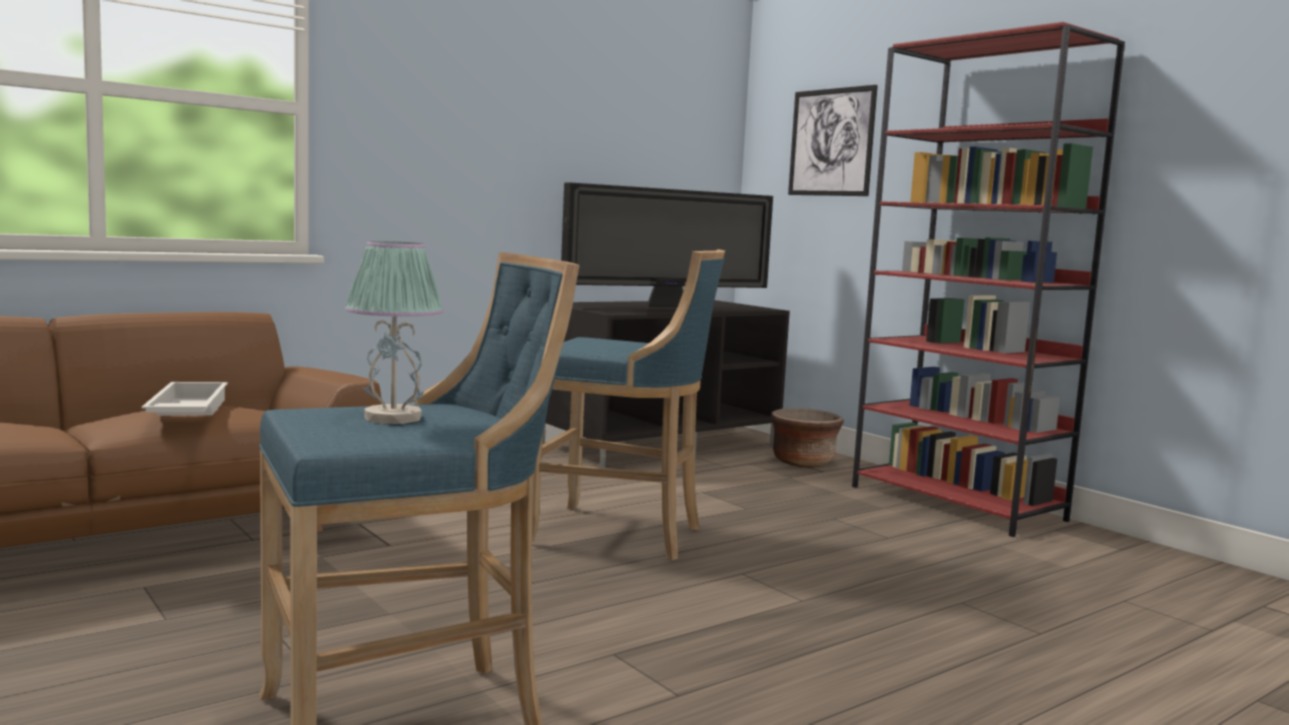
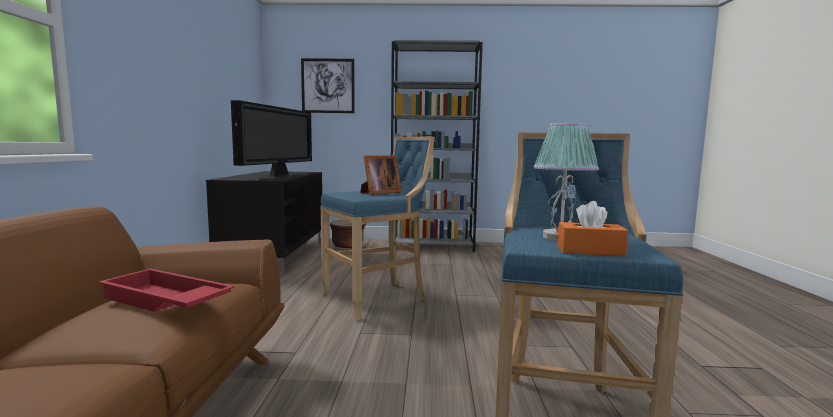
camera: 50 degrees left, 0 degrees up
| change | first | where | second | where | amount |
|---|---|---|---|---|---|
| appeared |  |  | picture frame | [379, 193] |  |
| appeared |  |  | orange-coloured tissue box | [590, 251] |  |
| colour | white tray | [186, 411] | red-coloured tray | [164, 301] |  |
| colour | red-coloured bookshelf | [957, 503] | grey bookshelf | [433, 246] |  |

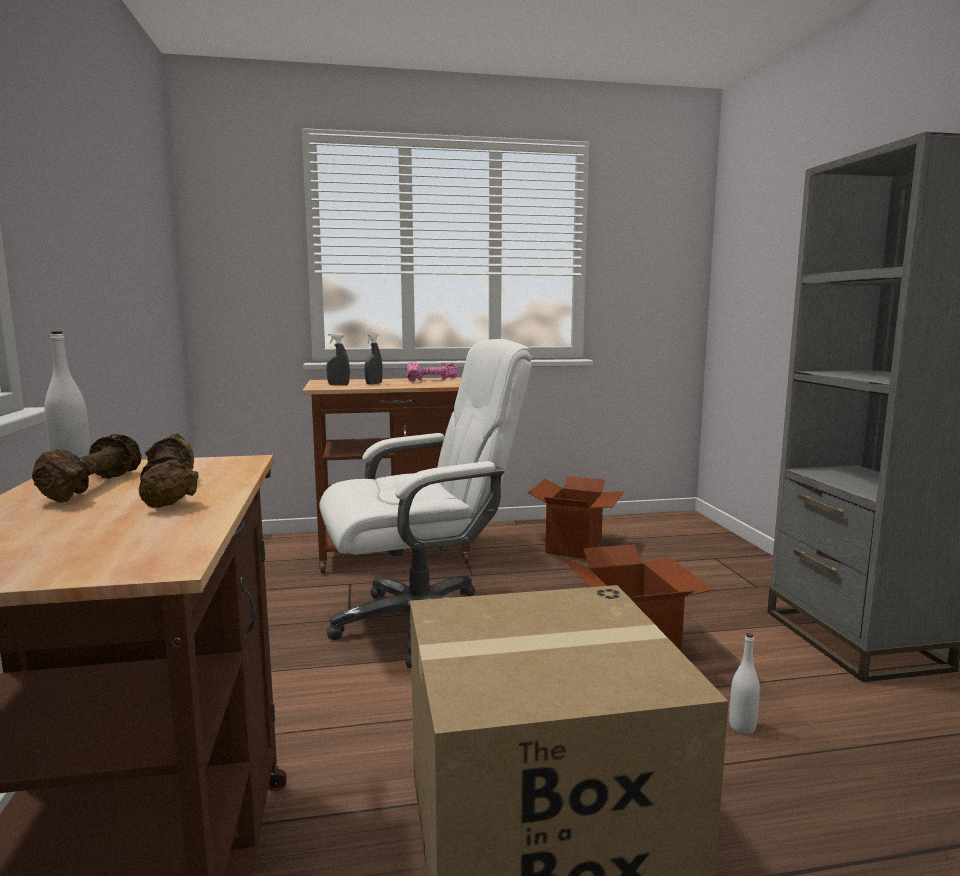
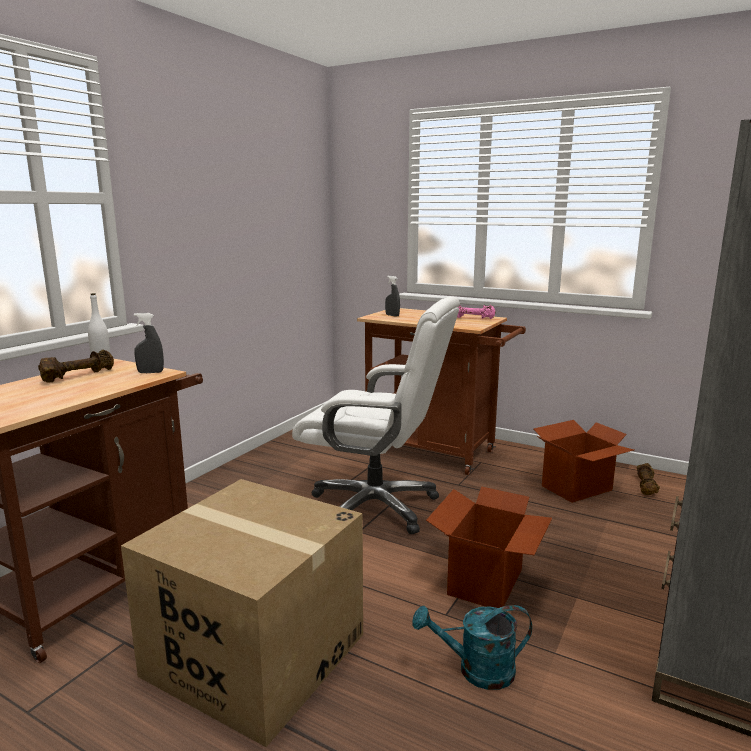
camera: 40 degrees right, 5 degrees up
| change | first | where | second | where | amount |
|---|---|---|---|---|---|
| relocated | brown free weight | [172, 492] |  | [646, 486] |  |
| relocated | grey hand sprayer | [374, 383] |  | [150, 372] |  |
| exchanged | white beverage bottle | [742, 727] | turquoise sprinkling can | [476, 670] |  |

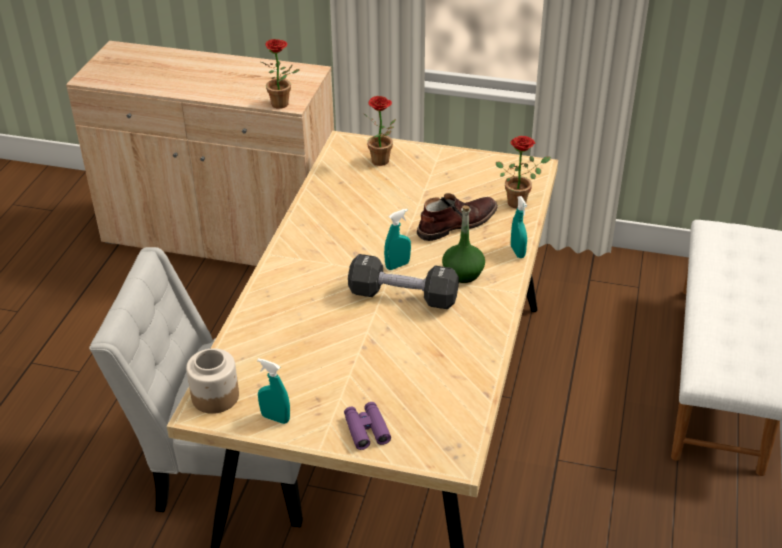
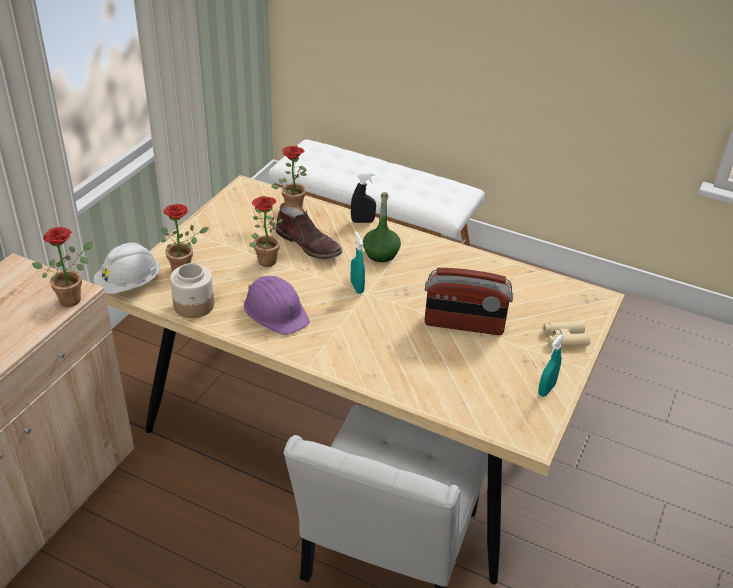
camera: 80 degrees left, 0 degrees up
| change | first | where | second | where | amount |
|---|---|---|---|---|---|
| missing | black free weight | [403, 296] |  |  |  |
| appeared |  |  | white safety helmet | [129, 285] |  |
| appeared |  |  | purple safety helmet | [276, 311] |  |
| appeared |  |  | plant in a pot | [264, 259] |  |
| appeared |  |  | radio receiver | [464, 324] |  |
| relocated | preserve jar | [215, 397] |  | [194, 305] |  |
| colour | purple binoculars | [366, 430] | sand-coloured binoculars | [564, 338] |  |
| colour | turquoise hand sprayer | [517, 252] | black hand sprayer | [362, 221] |  |
| spun | brown boot | [456, 224] |  | [309, 244] | 150 degrees clockwise |

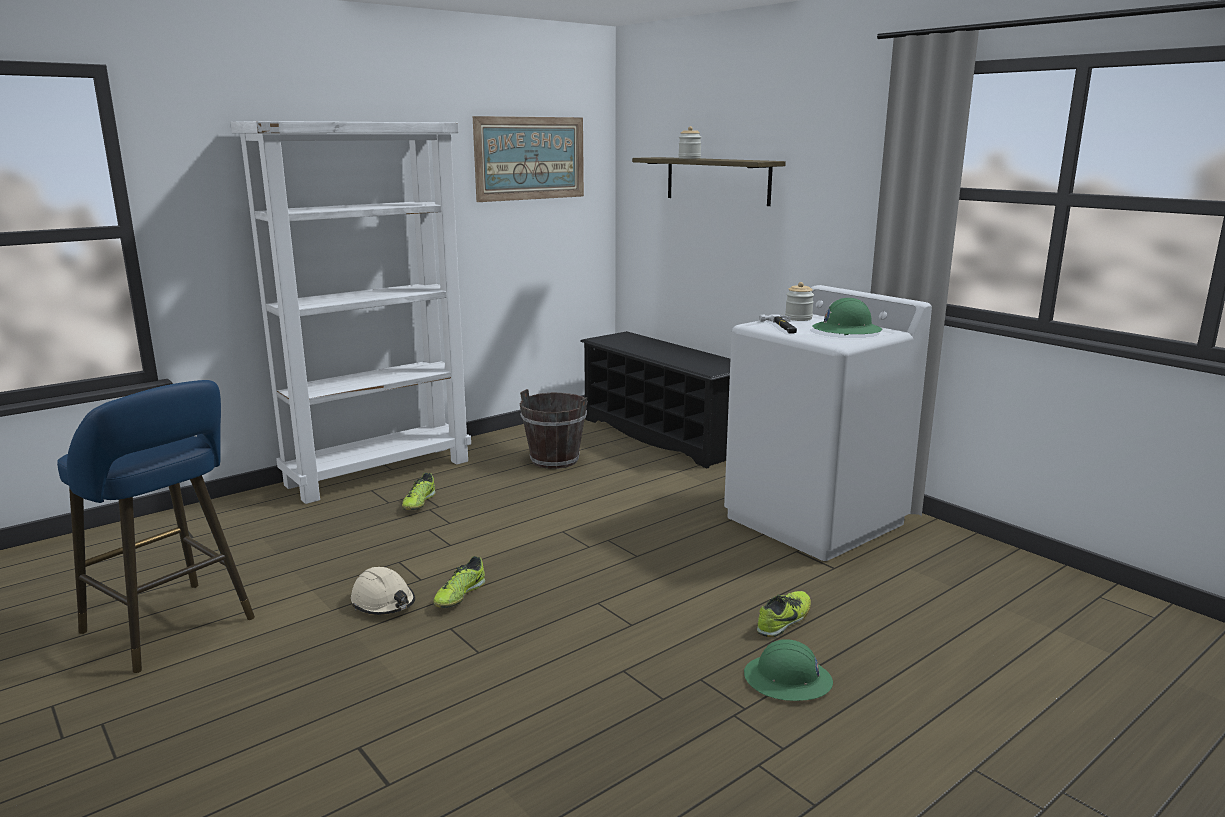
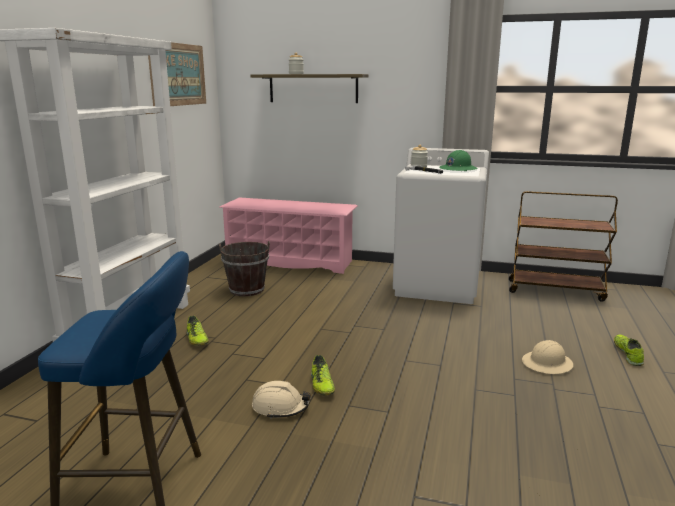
camera: 35 degrees left, 0 degrees up
| change | first | where | second | where | amount |
|---|---|---|---|---|---|
| appeared |  |  | brown trolley | [556, 290] |  |
| relocated | low shoe | [784, 620] |  | [628, 354] |  |
| colour | black shoe shelf | [663, 435] | pinkish shoe shelf | [290, 261] |  |
| colour | green-coloured safety helmet | [787, 680] | sand-coloured safety helmet | [547, 364] |  |

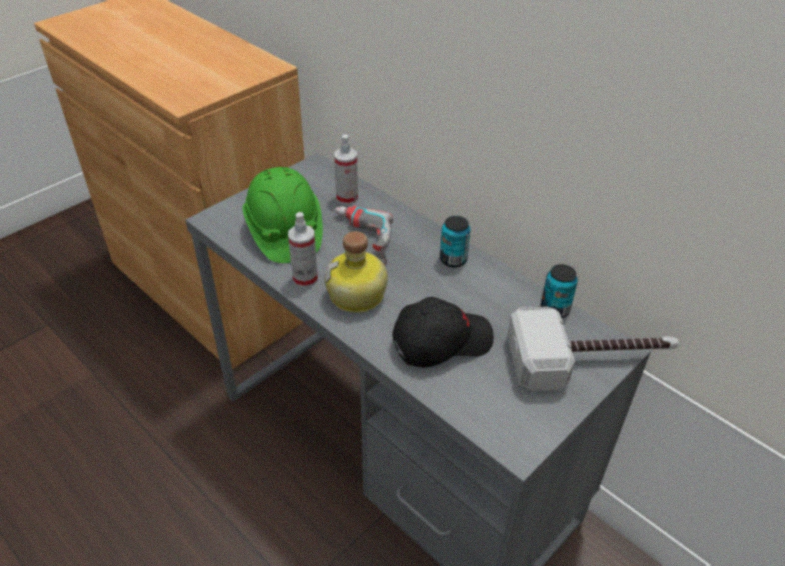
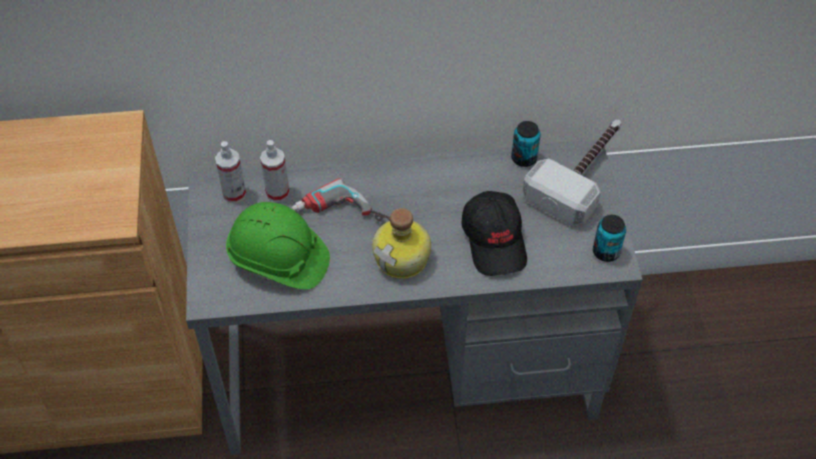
camera: 50 degrees left, 10 degrees up
| change | first | where | second | where | amount |
|---|---|---|---|---|---|
| relocated | hand sprayer | [305, 279] |  | [234, 193] |  |
| relocated | sealed can | [453, 259] |  | [606, 252] |  |
| spun | black cap | [441, 341] |  | [495, 241] | 150 degrees clockwise |

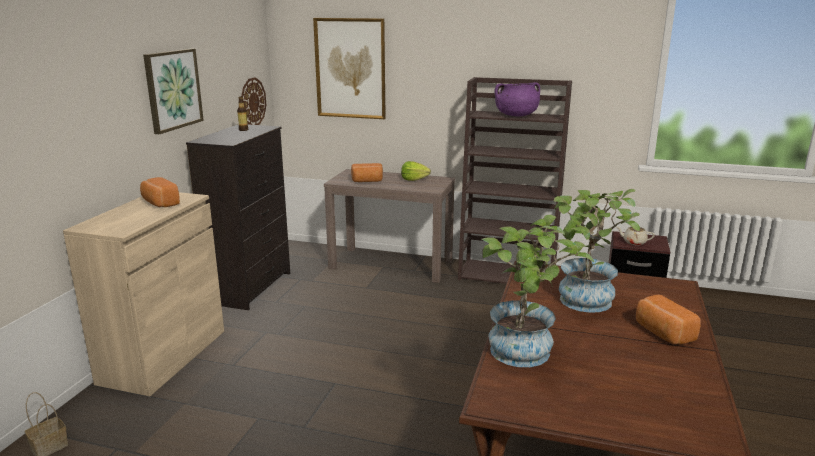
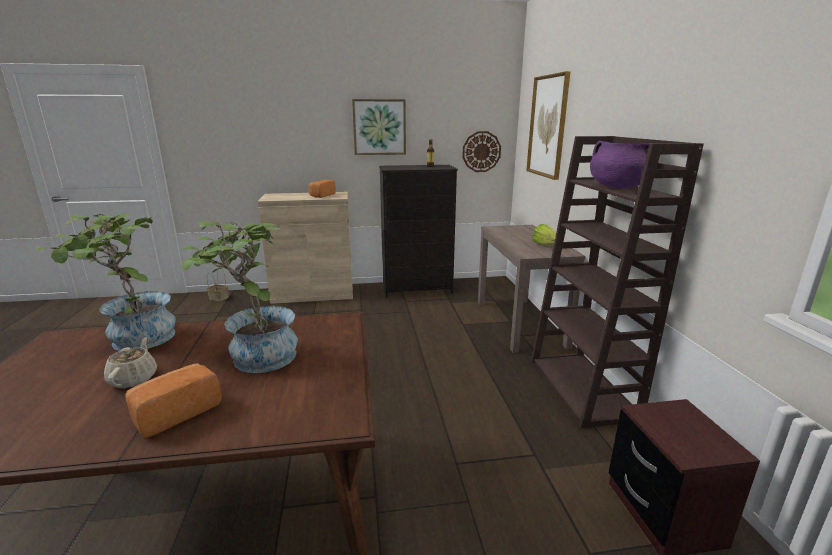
camera: 65 degrees right, 0 degrees up
| change | first | where | second | where | amount |
|---|---|---|---|---|---|
| missing | bread | [367, 181] |  |  |  |
| relocated | sand-coloured pot for tea | [634, 242] |  | [134, 379] |  |

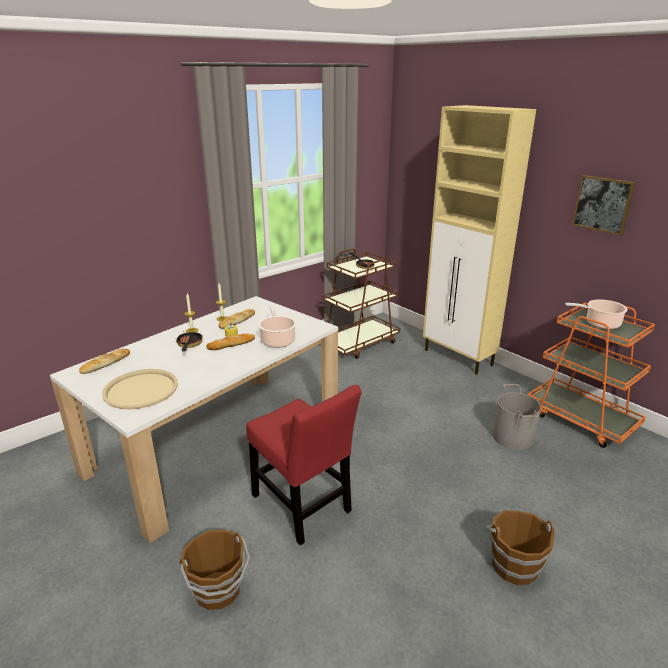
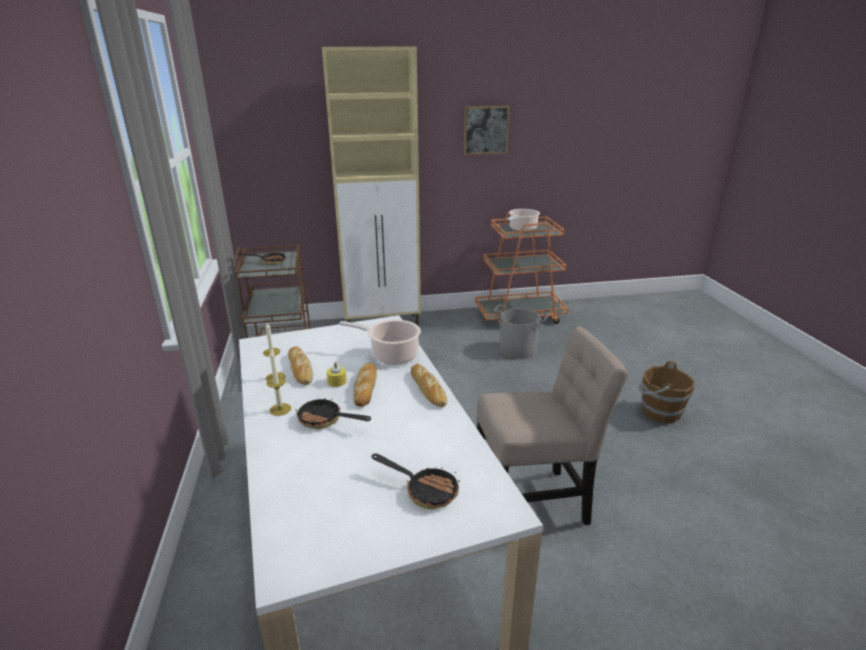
camera: 60 degrees left, 0 degrees up
| change | first | where | second | where | amount |
|---|---|---|---|---|---|
| missing | brown pail | [218, 590] |  |  |  |
| relocated | bread | [105, 364] |  | [428, 389] |  |
| exchanged | sand-coloured tray | [141, 390] | pan | [425, 490] |  |
| colour | red-coloured chair | [303, 507] | sand-coloured chair | [534, 502] |  |

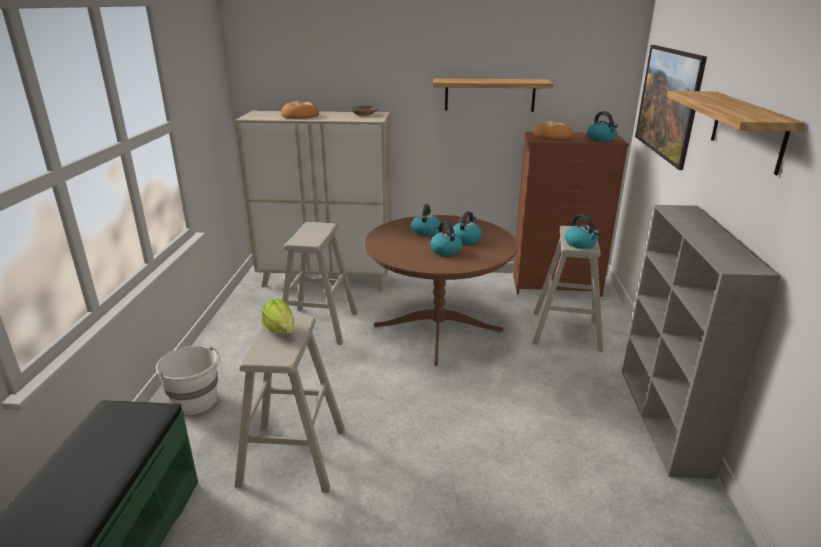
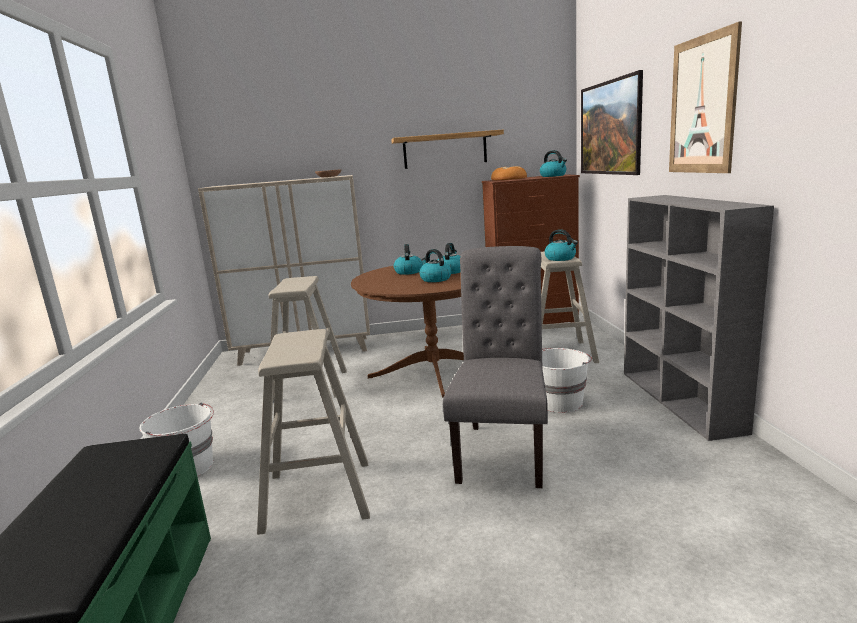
camera: 10 degrees left, 10 degrees down
| change | first | where | second | where | amount |
|---|---|---|---|---|---|
| missing | lettuce | [280, 330] |  |  |  |
| missing | bread | [300, 115] |  |  |  |
| appeared |  |  | grey chair | [503, 449] |  |
| appeared |  |  | white pail | [560, 402] |  |
| exchanged | bracket shelf | [747, 130] | picture | [702, 105] |  |

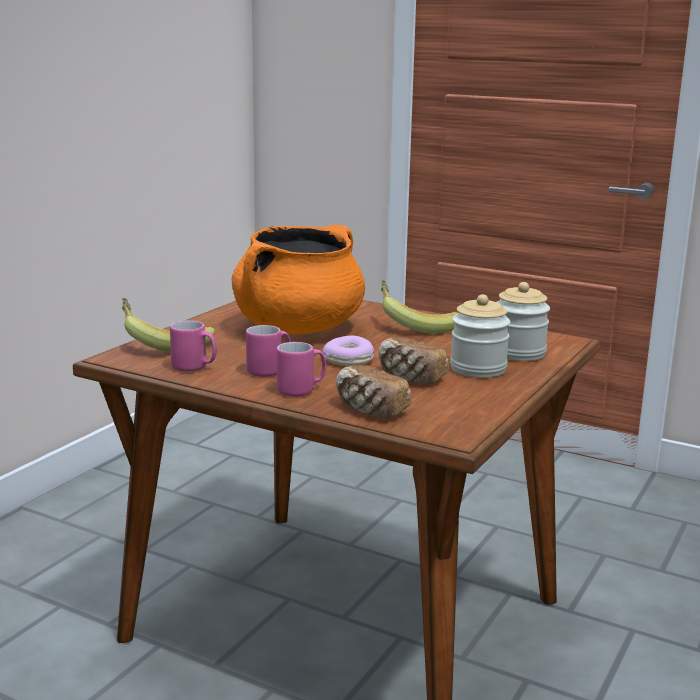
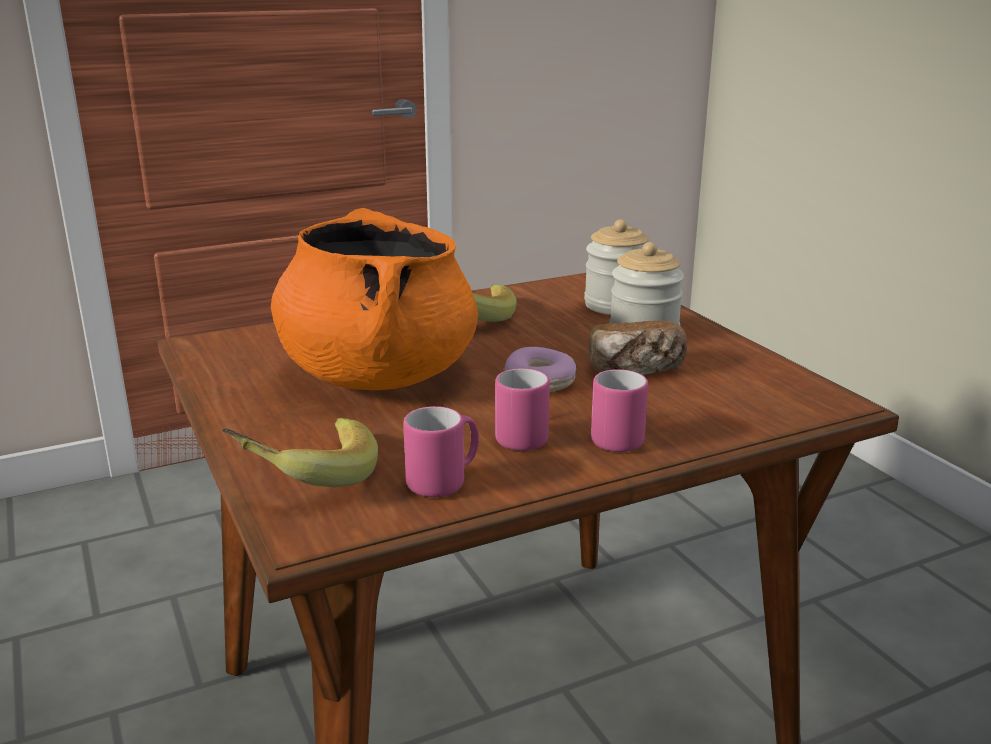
camera: 55 degrees left, 5 degrees up
| change | first | where | second | where | amount |
|---|---|---|---|---|---|
| missing | bread | [370, 409] |  |  |  |

